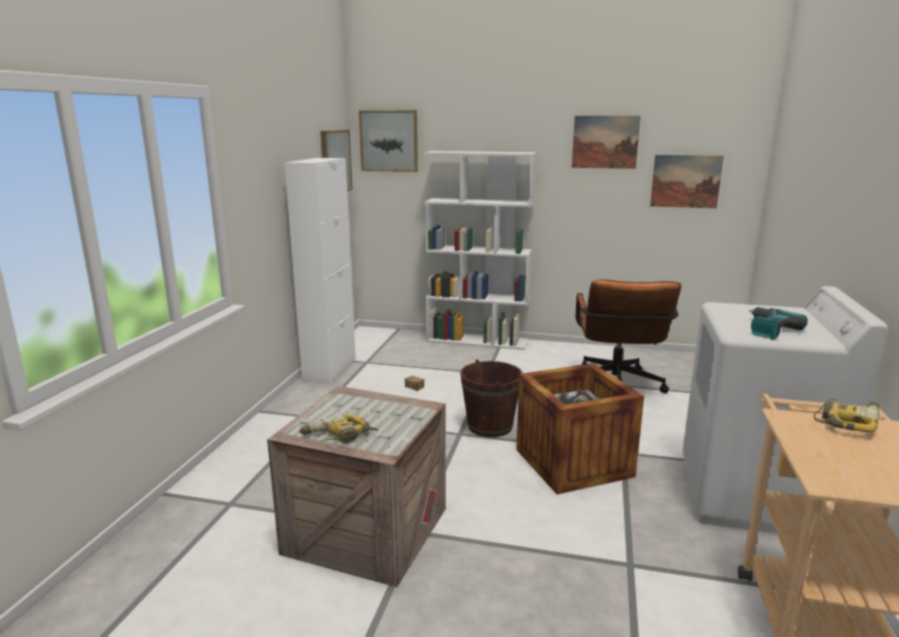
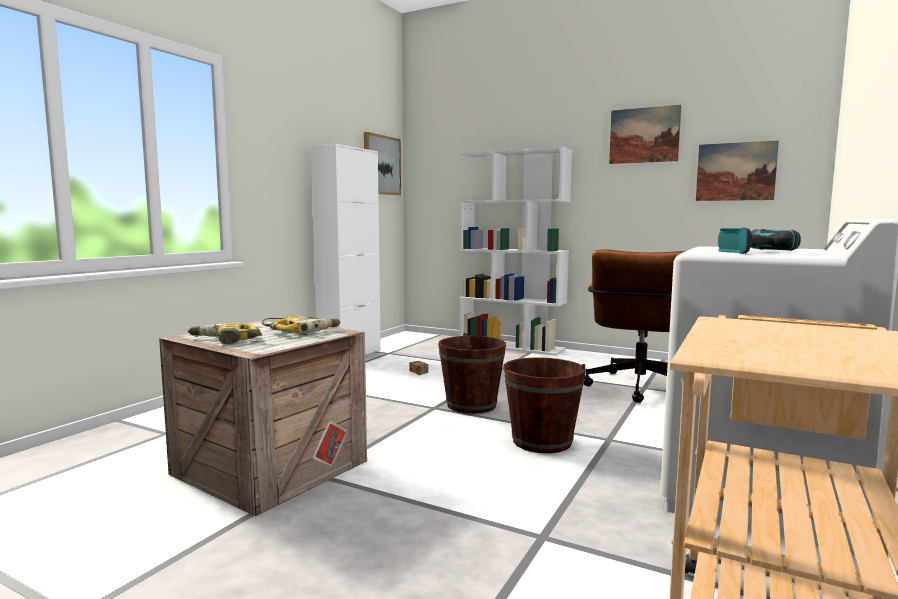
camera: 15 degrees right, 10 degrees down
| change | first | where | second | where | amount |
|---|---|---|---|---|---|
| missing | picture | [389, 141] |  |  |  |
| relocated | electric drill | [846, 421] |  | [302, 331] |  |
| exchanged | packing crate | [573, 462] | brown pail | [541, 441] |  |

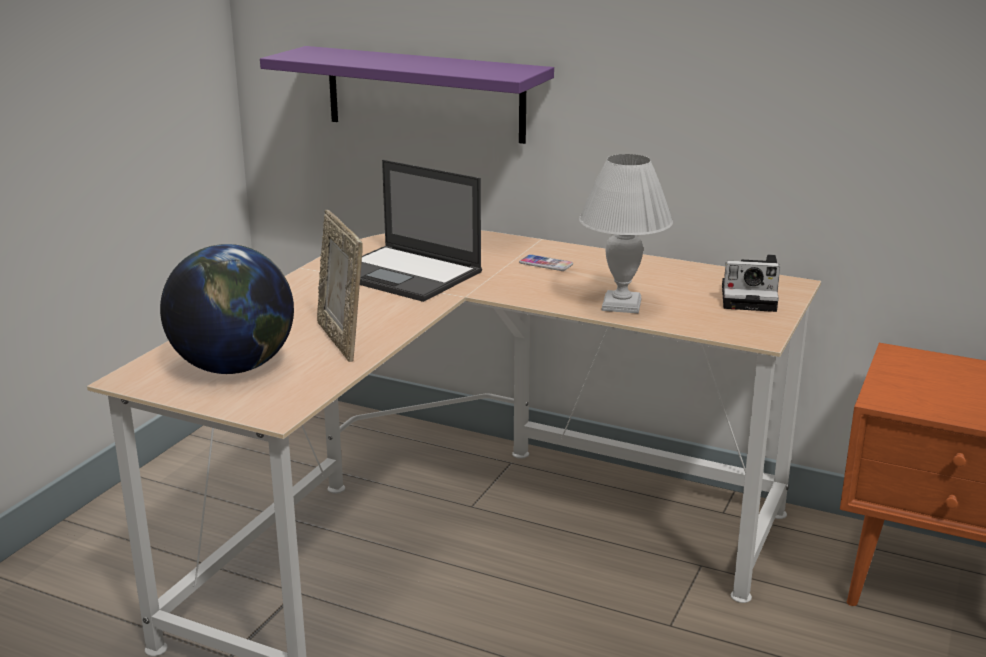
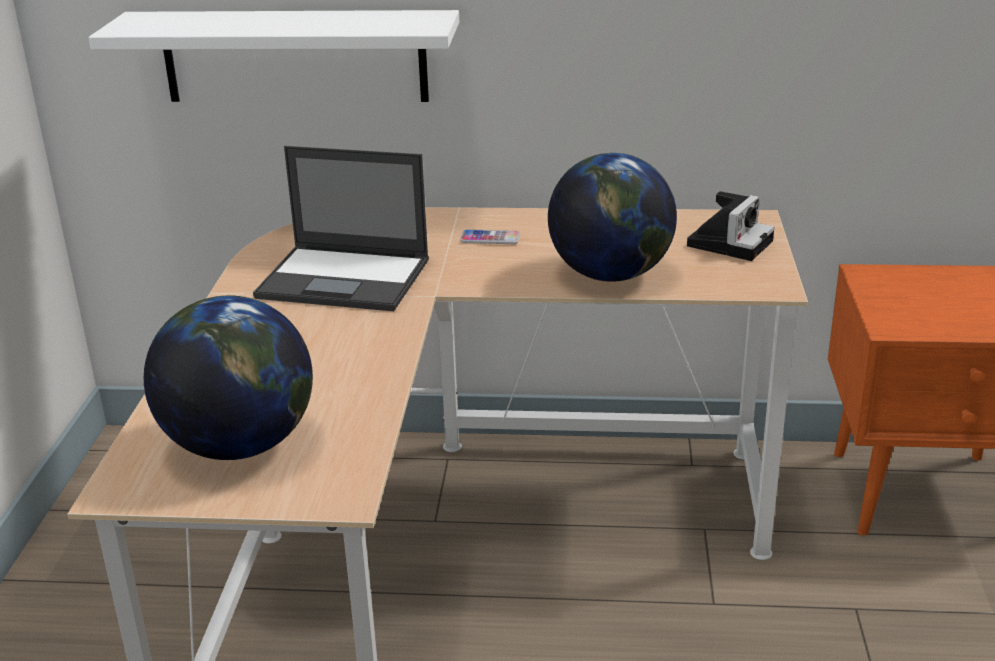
camera: 20 degrees left, 5 degrees up
| change | first | where | second | where | amount |
|---|---|---|---|---|---|
| missing | picture frame | [341, 340] |  |  |  |
| exchanged | white lamp for a table | [622, 305] | globe | [611, 274] |  |
| colour | purple bracket shelf | [424, 94] | white bracket shelf | [294, 56] |  |
| spun | still camera | [751, 298] |  | [730, 242] | 45 degrees counterclockwise |

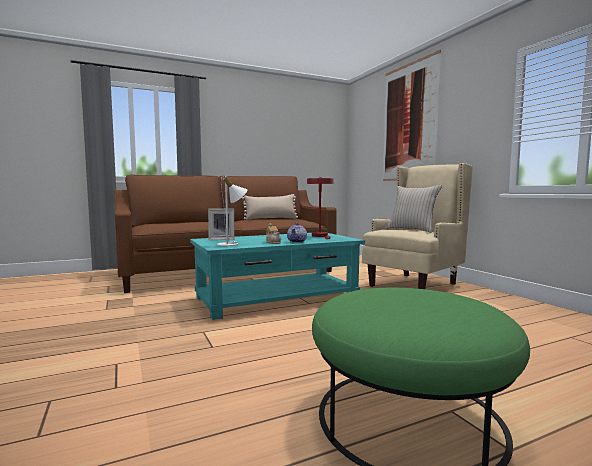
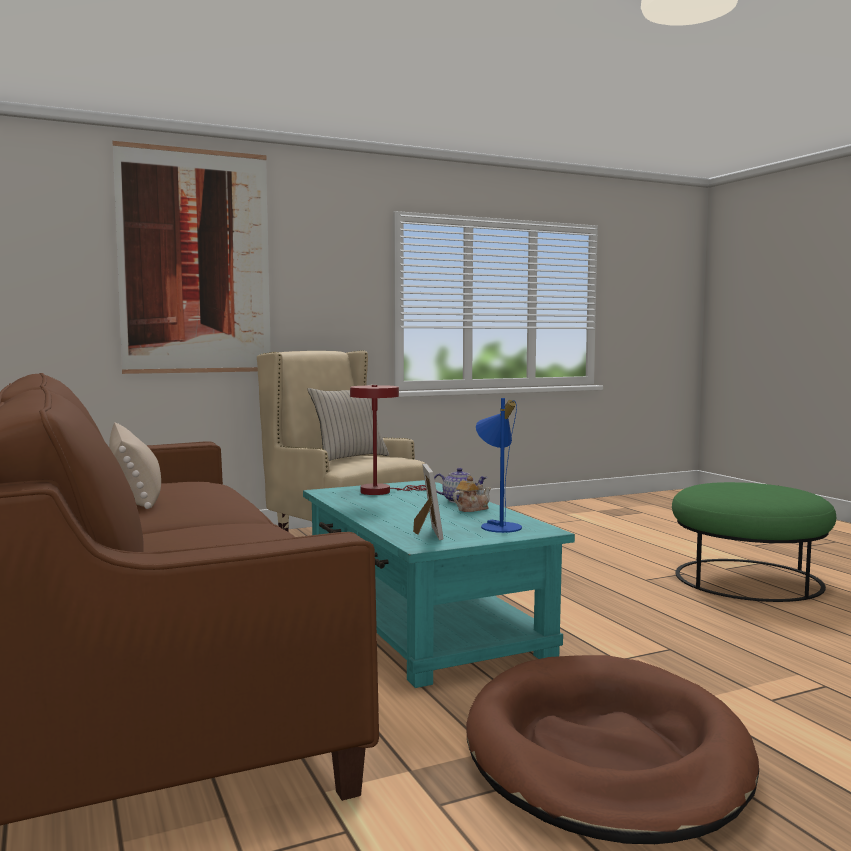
camera: 90 degrees left, 0 degrees up
| change | first | where | second | where | amount |
|---|---|---|---|---|---|
| appeared |  |  | brown dog bed | [605, 754] |  |
| colour | white lamp for a table | [232, 244] | blue-coloured lamp for a table | [498, 525] |  |

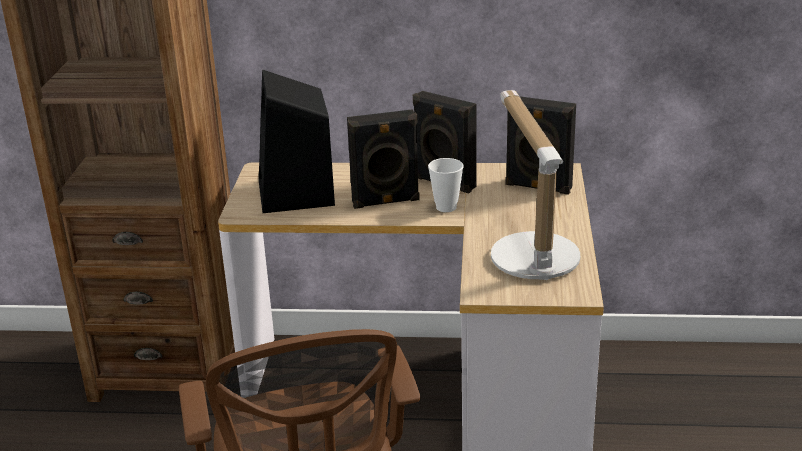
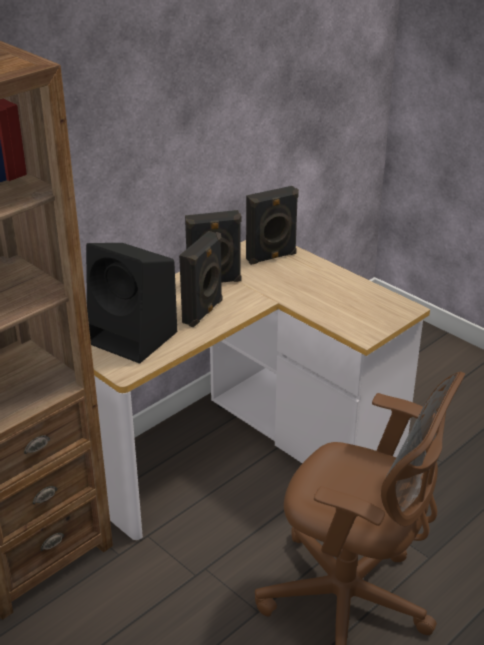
camera: 50 degrees left, 5 degrees up
| change | first | where | second | where | amount |
|---|---|---|---|---|---|
| missing | drinking cup | [446, 207] |  |  |  |
| missing | lamp for a table | [531, 253] |  |  |  |

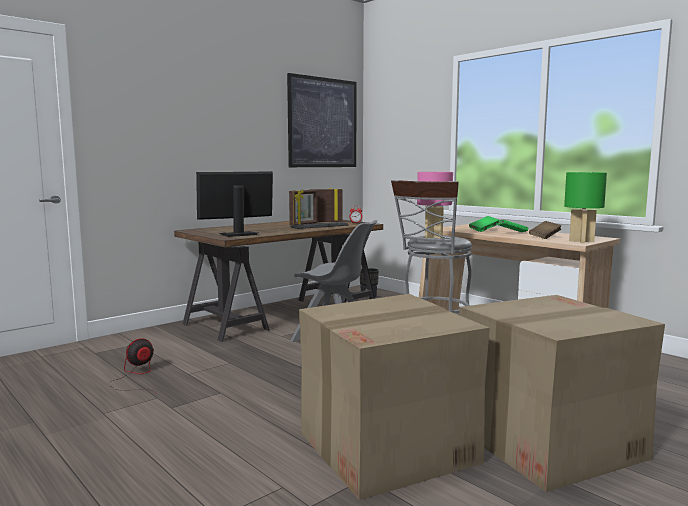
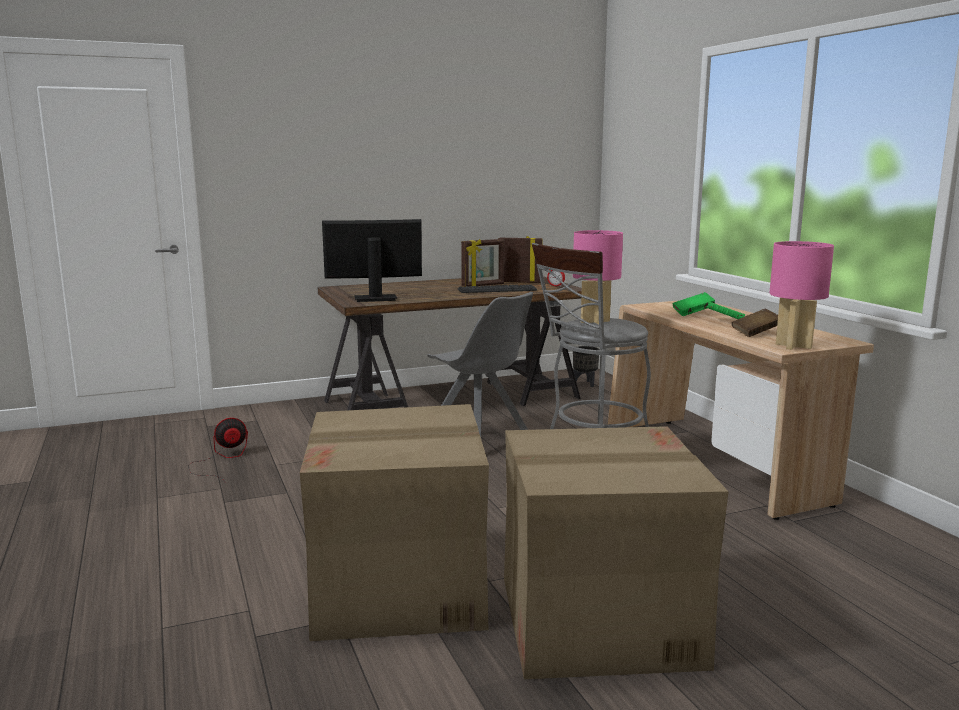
camera: 20 degrees right, 5 degrees up
| change | first | where | second | where | amount |
|---|---|---|---|---|---|
| missing | picture | [323, 123] |  |  |  |
| colour | green-coloured lamp for a table | [581, 241] | pinkish lamp for a table | [793, 346] |  |

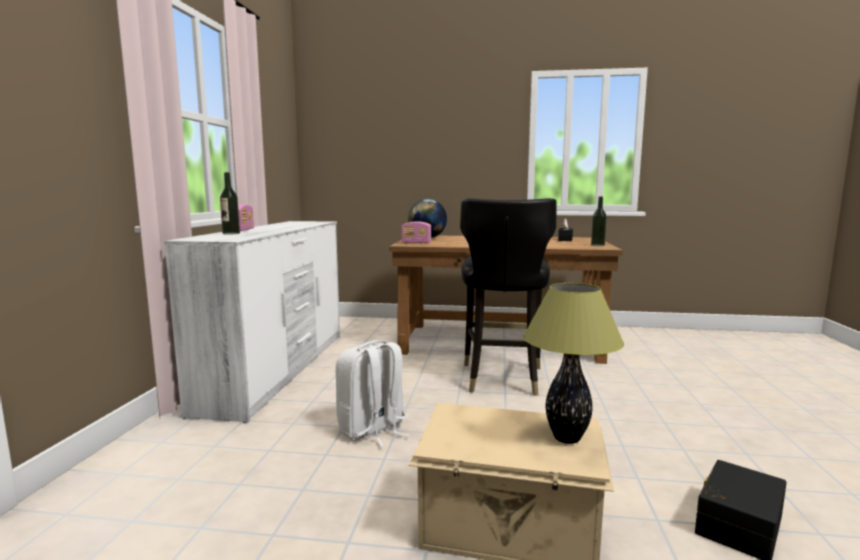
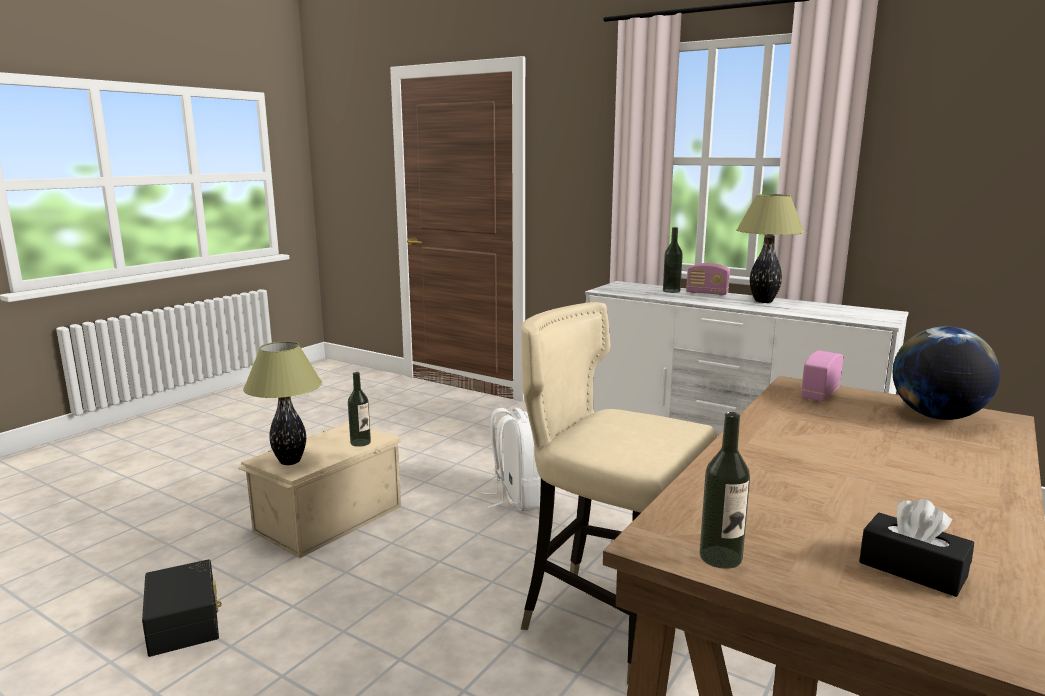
camera: 115 degrees right, 5 degrees up
| change | first | where | second | where | amount |
|---|---|---|---|---|---|
| appeared |  |  | beverage bottle | [360, 442] |  |
| appeared |  |  | lamp for a table | [763, 301] |  |
| colour | black chair | [501, 378] | sand-coloured chair | [607, 622] |  |

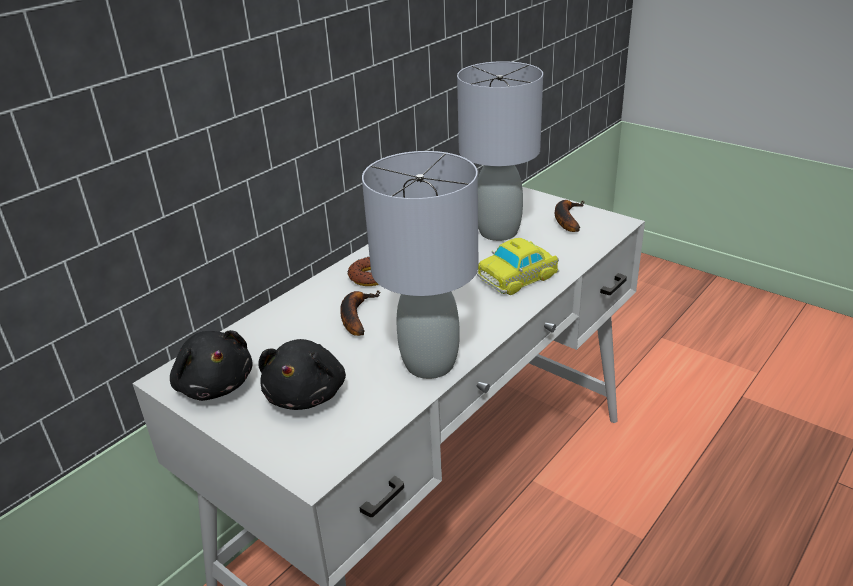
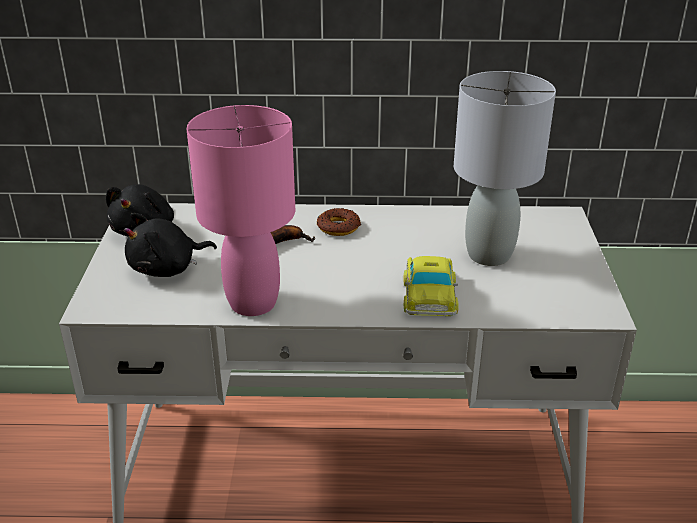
camera: 50 degrees right, 0 degrees up
| change | first | where | second | where | amount |
|---|---|---|---|---|---|
| missing | banana fruit | [566, 219] |  |  |  |
| colour | grey lamp for a table | [428, 364] | pinkish lamp for a table | [252, 302] |  |
| spun | toy car | [519, 275] |  | [429, 294] | 105 degrees counterclockwise |

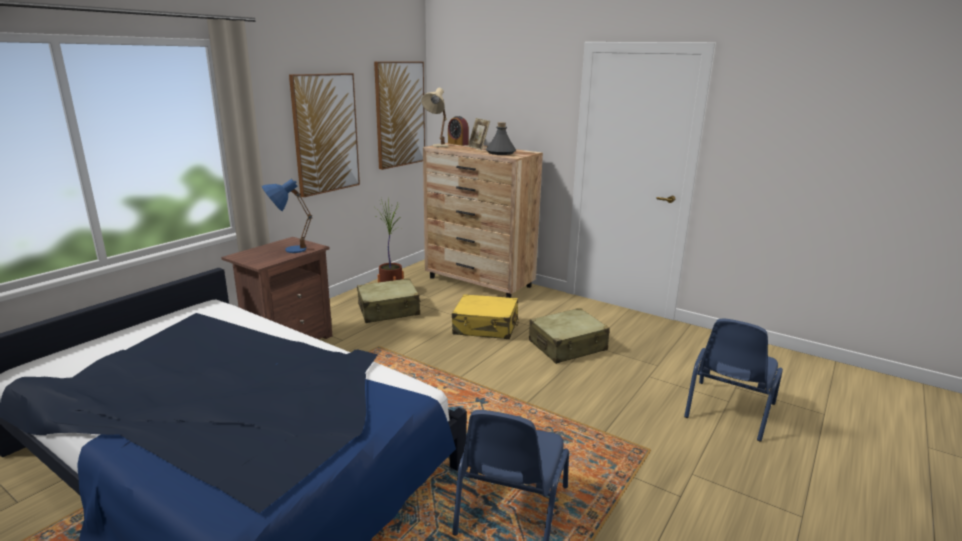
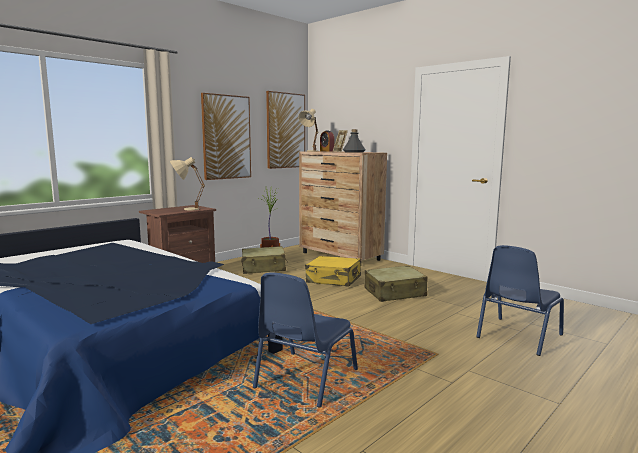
camera: 10 degrees right, 10 degrees down
| change | first | where | second | where | amount |
|---|---|---|---|---|---|
| colour | blue-coloured lamp for a table | [287, 250] | sand-coloured lamp for a table | [185, 209] |  |

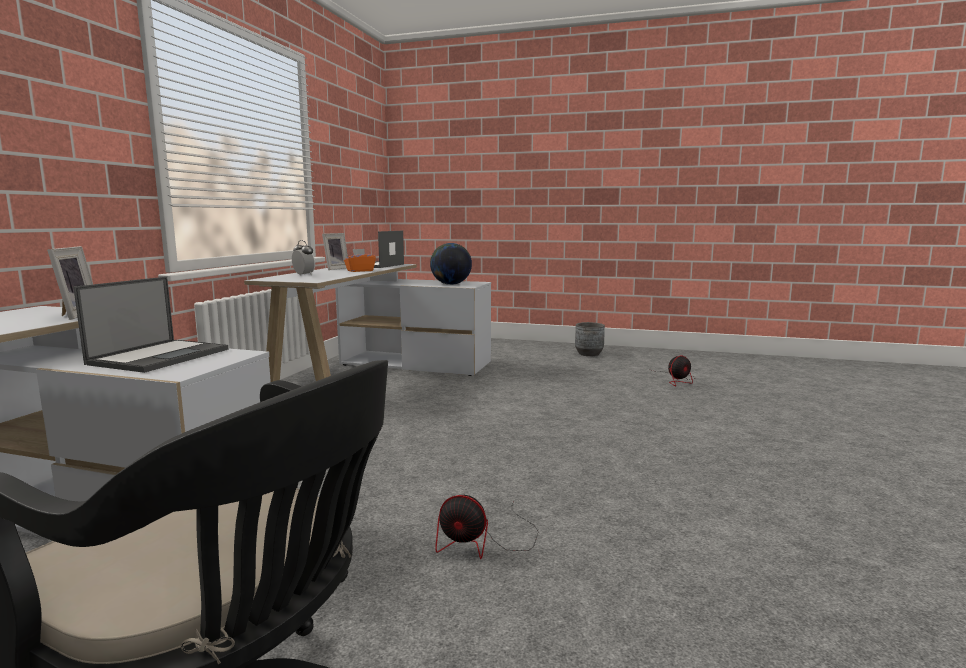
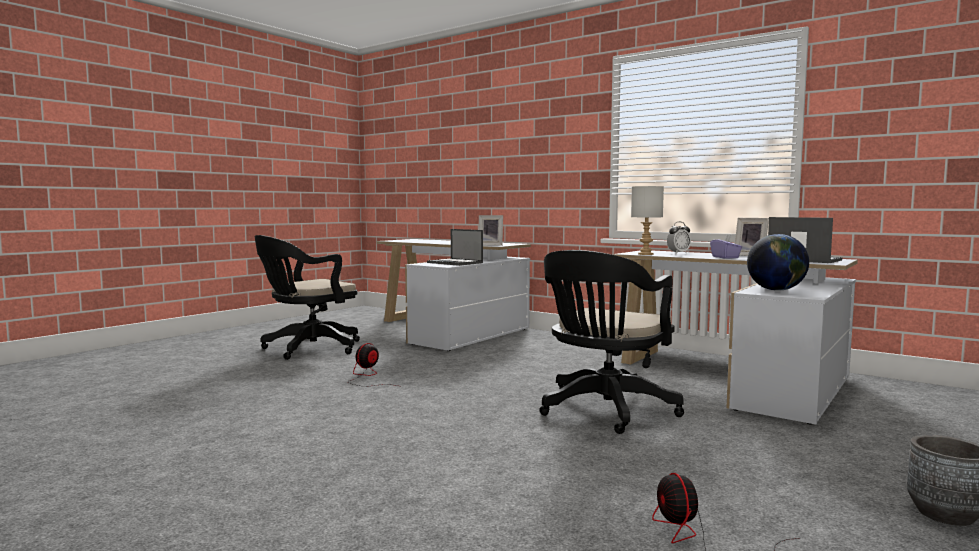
camera: 110 degrees right, 5 degrees down
| change | first | where | second | where | amount |
|---|---|---|---|---|---|
| appeared |  |  | black office chair | [604, 411] |  |
| appeared |  |  | grey lamp for a table | [646, 254] |  |
| colour | orange-coloured tissue box | [360, 271] | purple tissue box | [725, 257] |  |

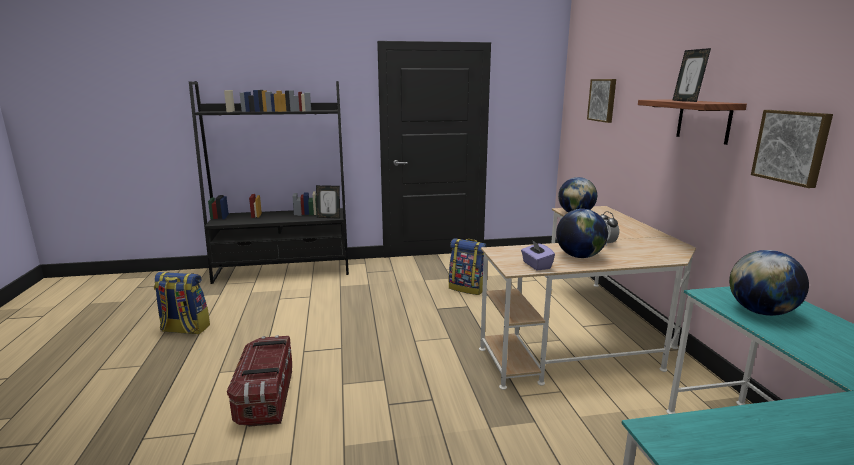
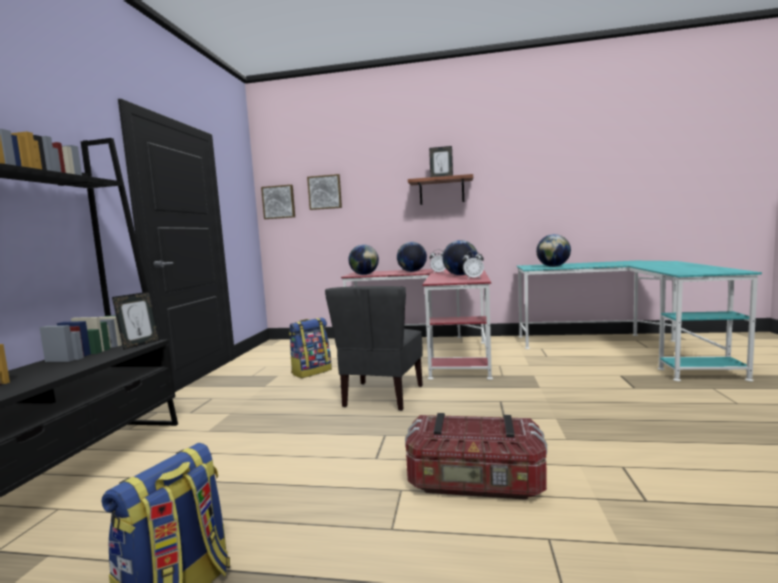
camera: 70 degrees left, 10 degrees down
| change | first | where | second | where | amount |
|---|---|---|---|---|---|
| appeared |  |  | grey chair | [382, 396] |  |
| appeared |  |  | globe | [412, 271] |  |
| relocated | picture | [792, 147] |  | [279, 202] |  |
| exchanged | purple tissue box | [536, 265] | alarm clock | [473, 278] |  |
| colour | sand-coloured desk unit | [587, 334] | red-coloured desk unit | [430, 350] |  |

